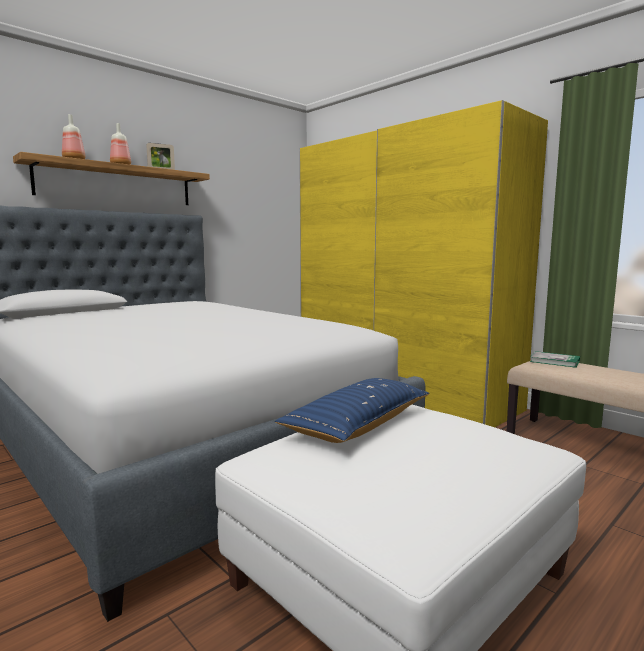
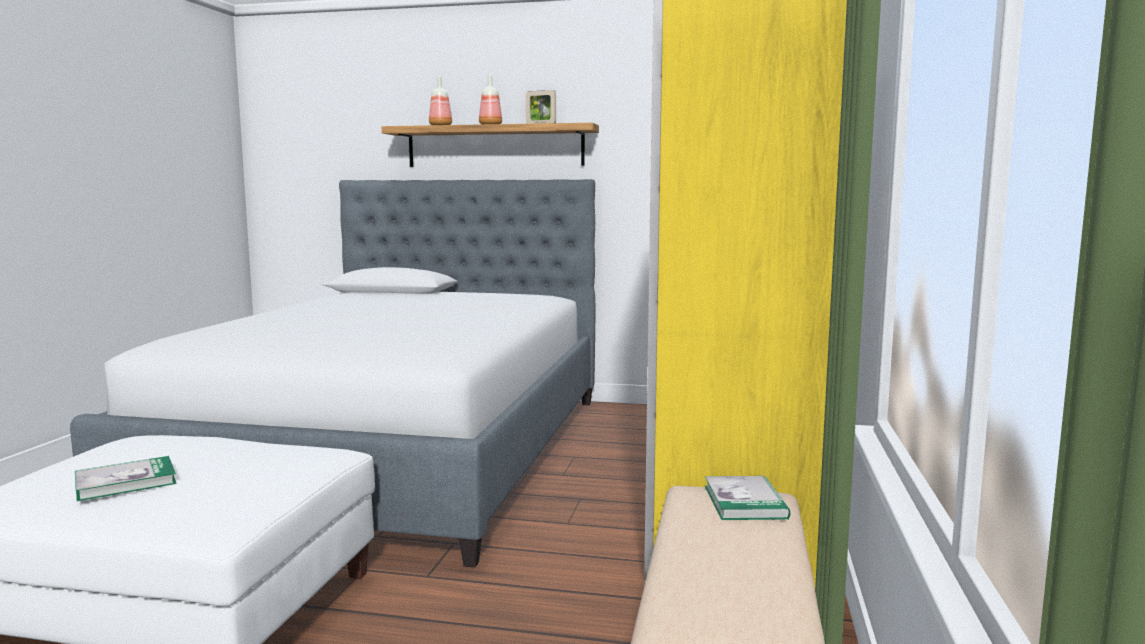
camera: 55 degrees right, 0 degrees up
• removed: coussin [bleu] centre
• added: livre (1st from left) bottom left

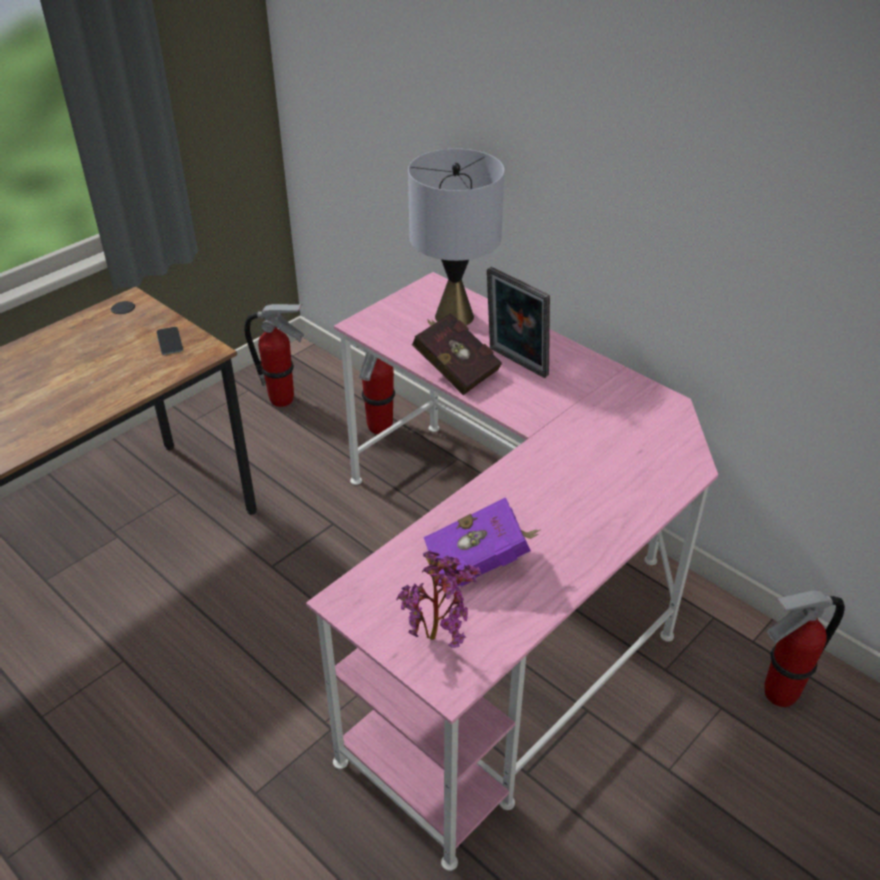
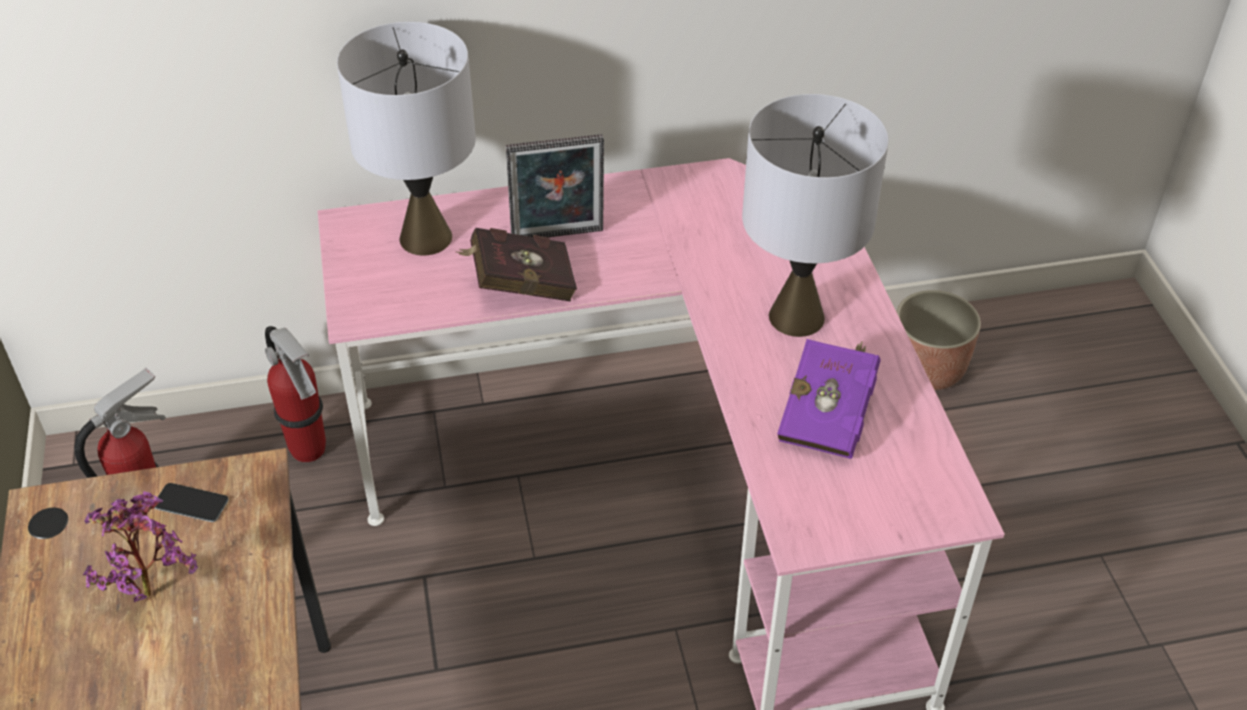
camera: 55 degrees left, 5 degrees up
• moved: plante en pot bottom centre to bottom left
• replaced: extincteur (3rd from left) bottom right to cache-pot middle right
• added: lampe de table [gris] (2nd from left) top centre

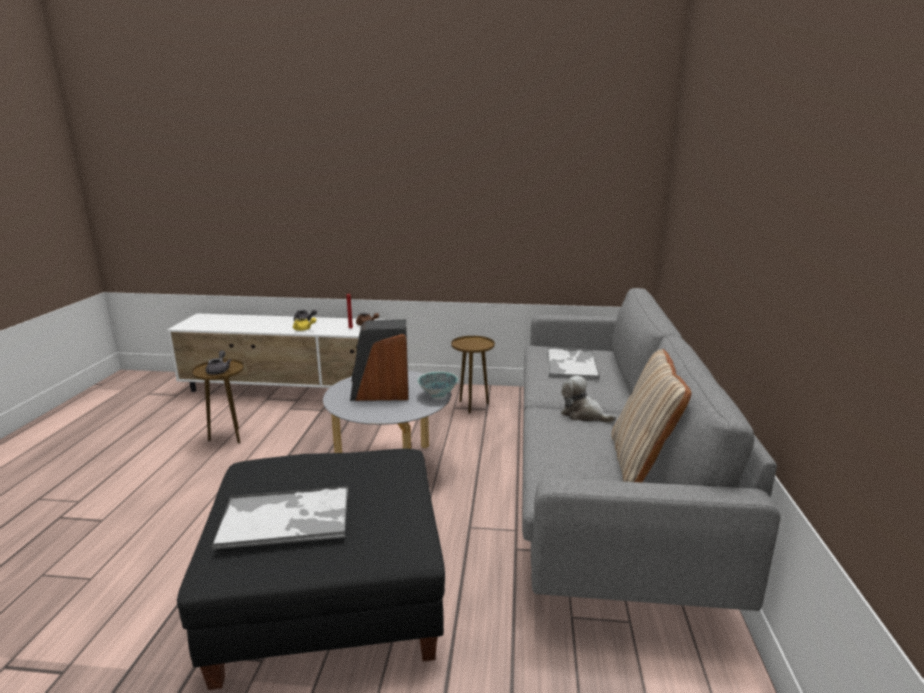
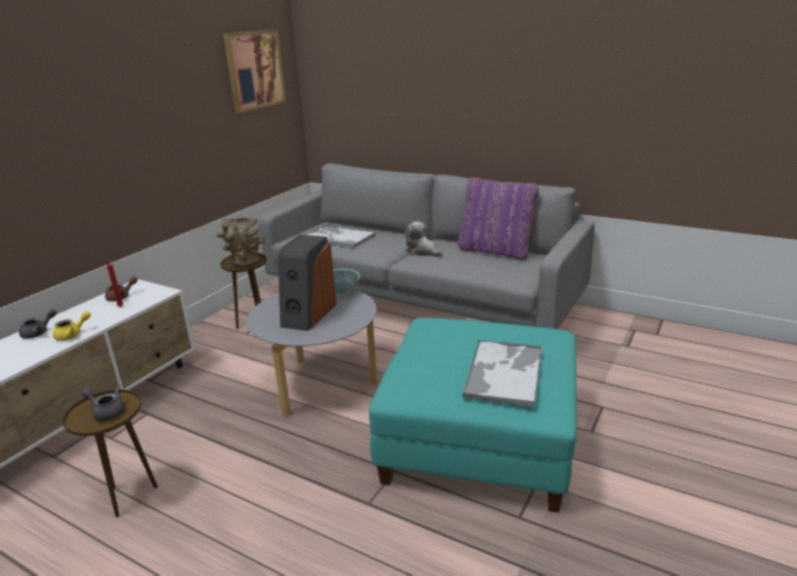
camera: 65 degrees left, 5 degrees up
• recoloured: coussin [beige] middle right to coussin [violet] centre
• turned: peluche centre = centre 75 degrees clockwise
• recoloured: pouf [noir] bottom centre to pouf [turquoise] bottom centre
• added: tableau top left
• added: vase [marron] middle left

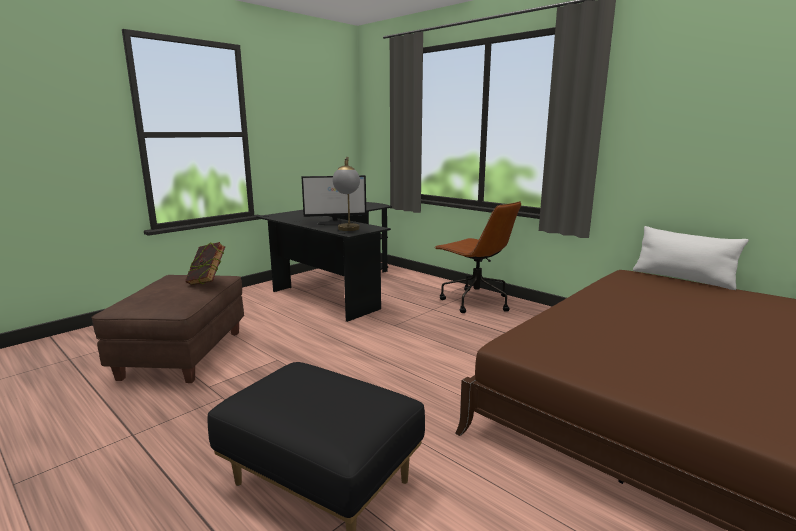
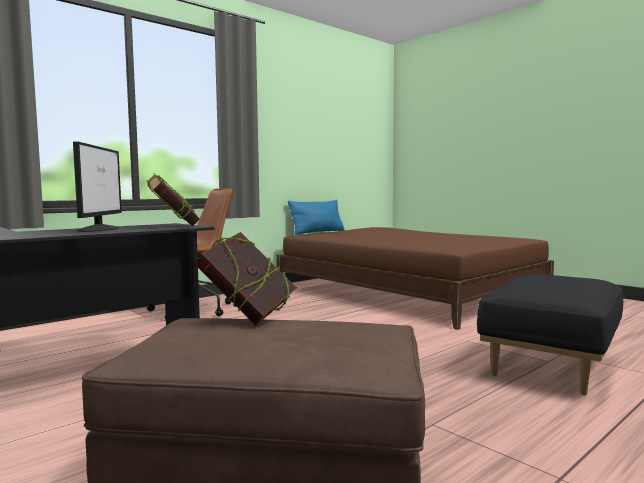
camera: 85 degrees left, 10 degrees down
• replaced: lampe de table centre to livre (1st from left) middle left
• recoloured: coussin [blanc] middle right to coussin [bleu] centre

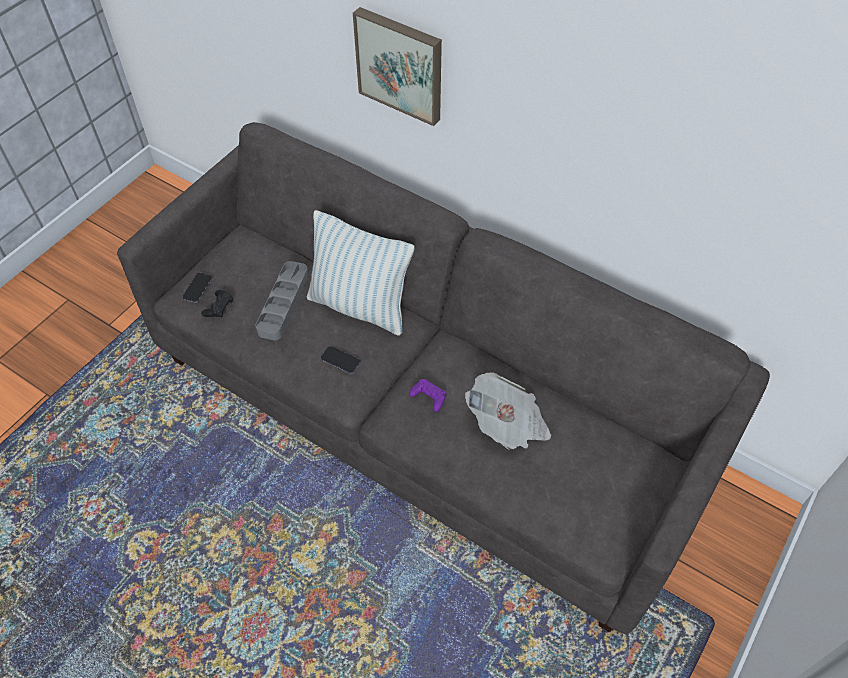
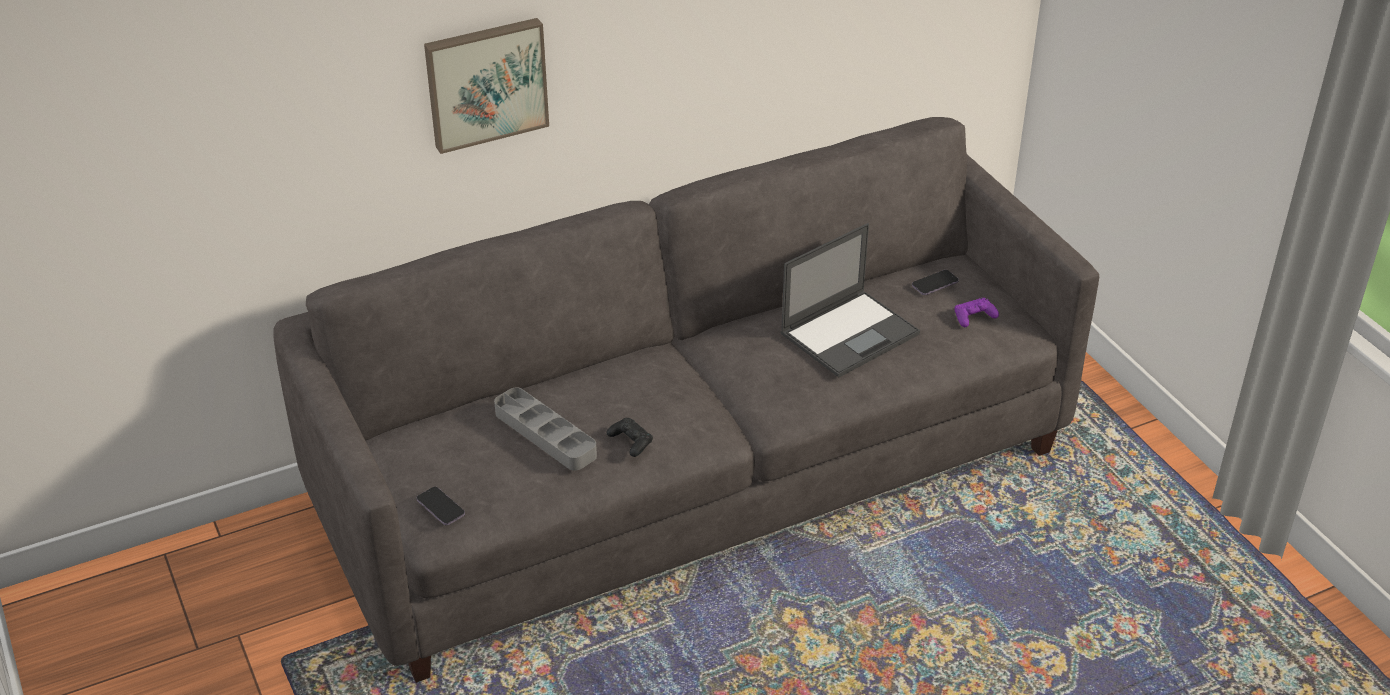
camera: 60 degrees left, 15 degrees down
• removed: coussin centre
• moved: manette [noir] middle left to centre
• moved: téléphone (2nd from left) centre to middle right
• replaced: journal centre to ordinateur portable centre
• moved: manette [violet] centre to middle right

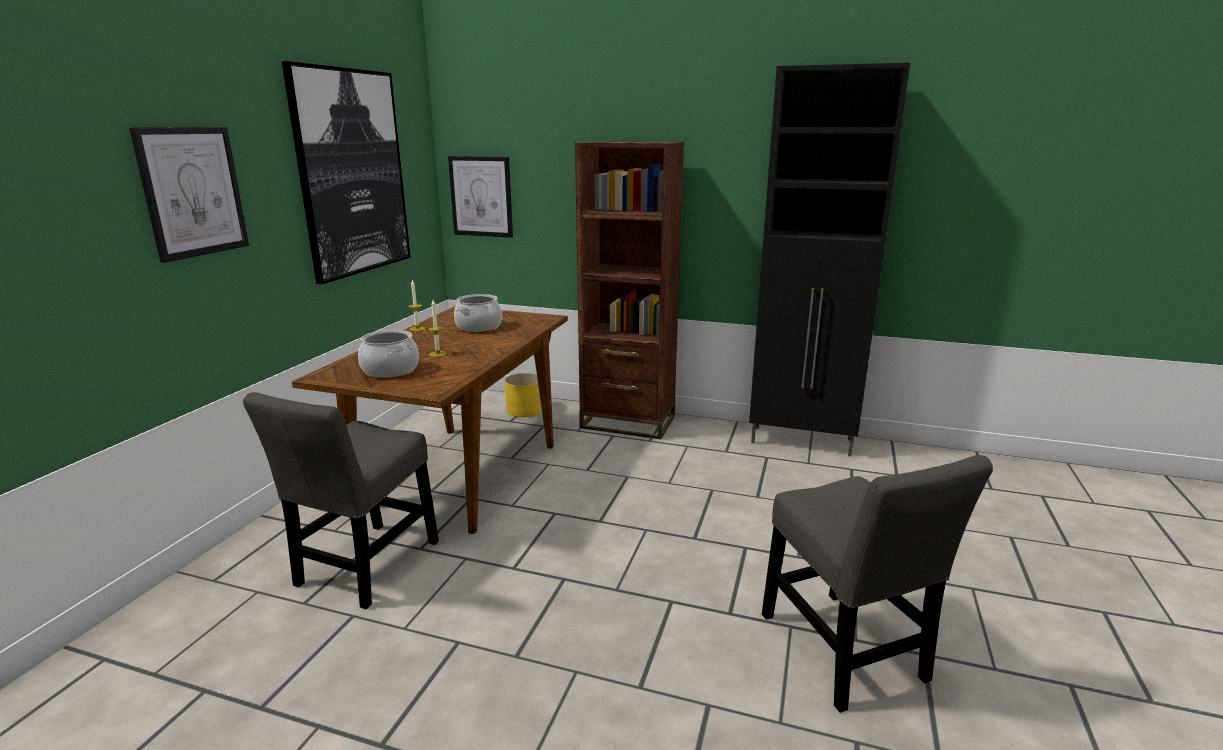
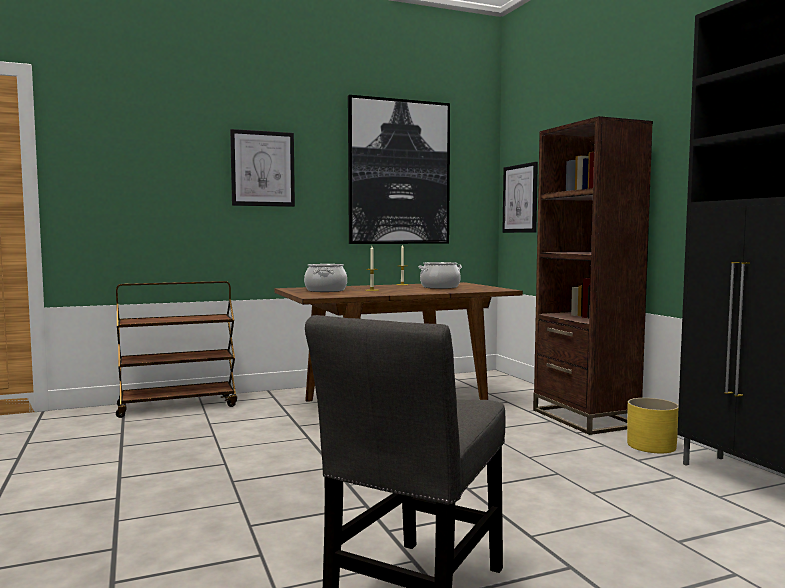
camera: 50 degrees right, 15 degrees down
• moved: cache-pot [jaune] centre to bottom right
• removed: chaise [gris] (1st from left) bottom left
• added: chariot [marron] middle left

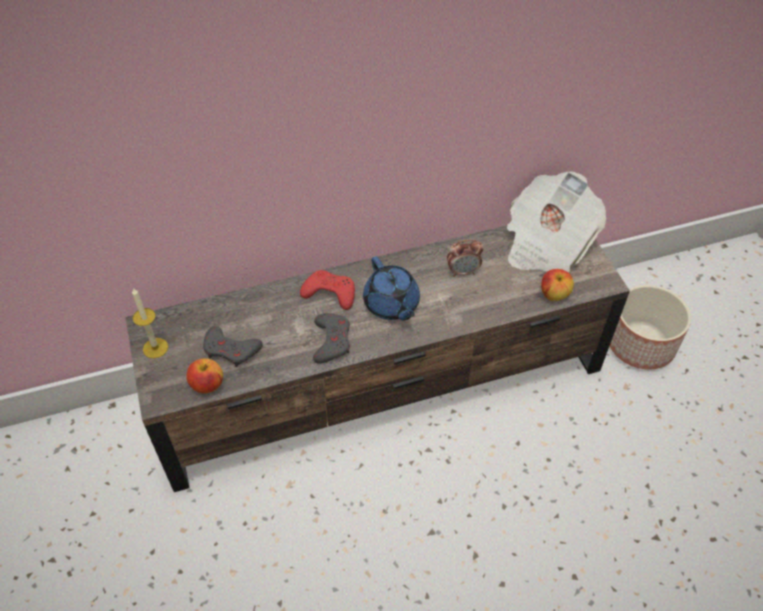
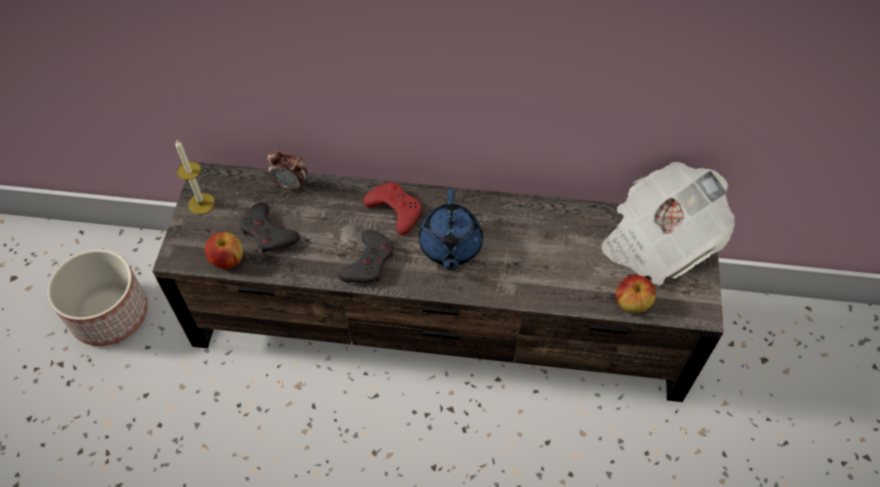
camera: 25 degrees right, 5 degrees up
• moved: réveil centre to middle left
• moved: cache-pot middle right to middle left

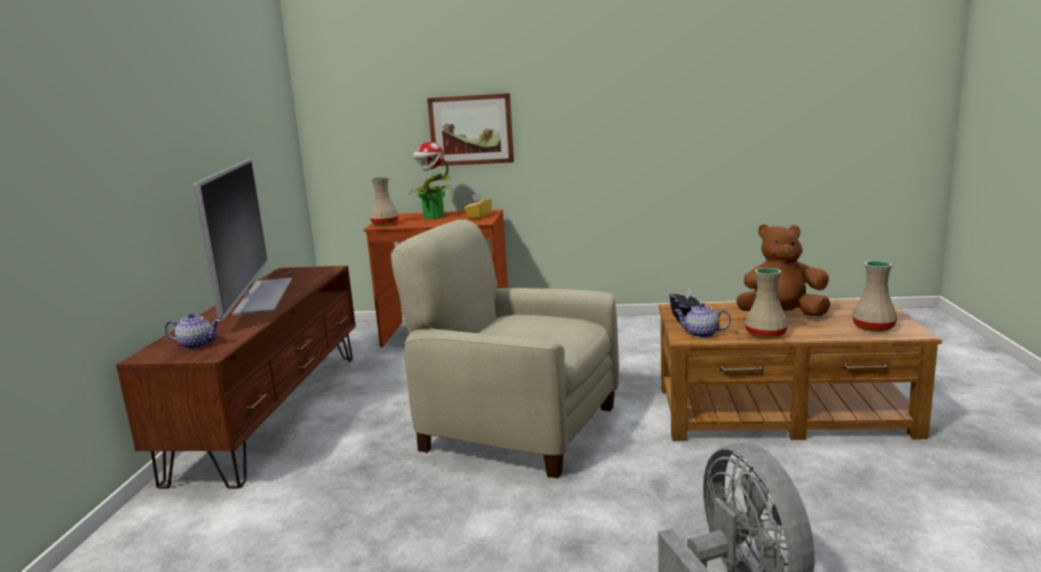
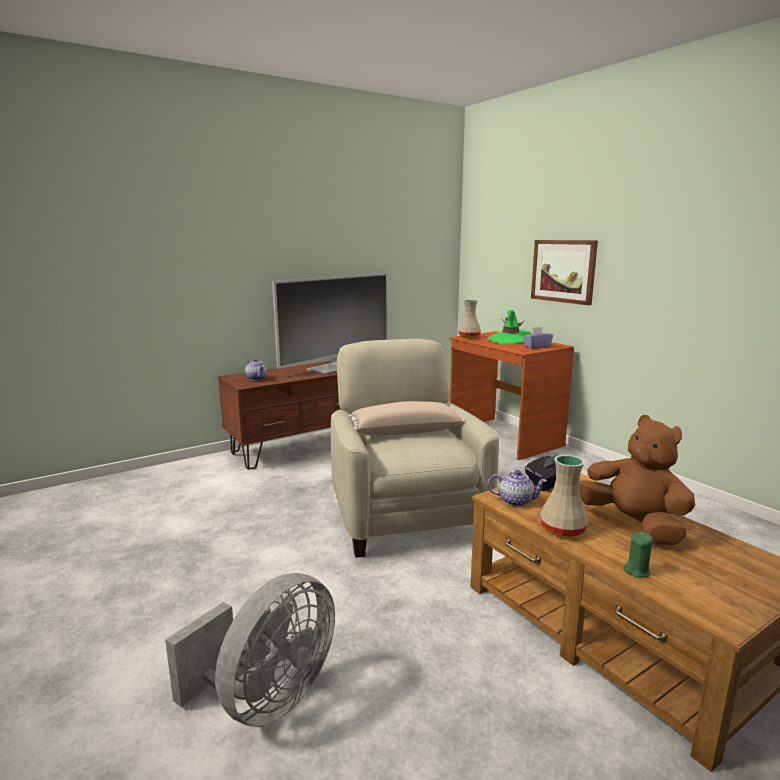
camera: 50 degrees right, 0 degrees up
• replaced: plante en pot top centre to chapeau [vert] centre
• recoloured: boîte à mouchoirs [jaune] centre to boîte à mouchoirs [violet] middle right
• removed: vase [beige] (3rd from left) middle right
• turned: théière (2nd from left) middle right = centre 120 degrees clockwise
• added: coussin [beige] centre
• added: bougie [vert] bottom right

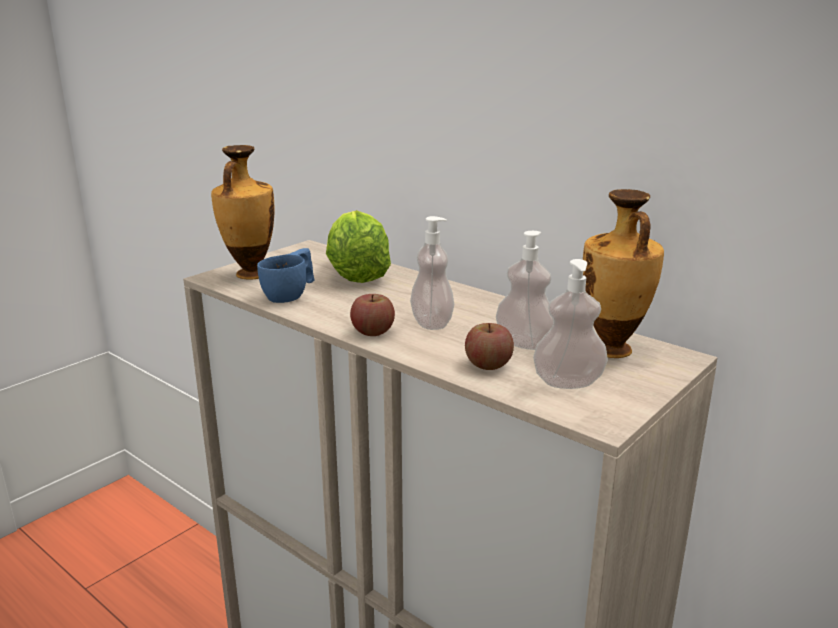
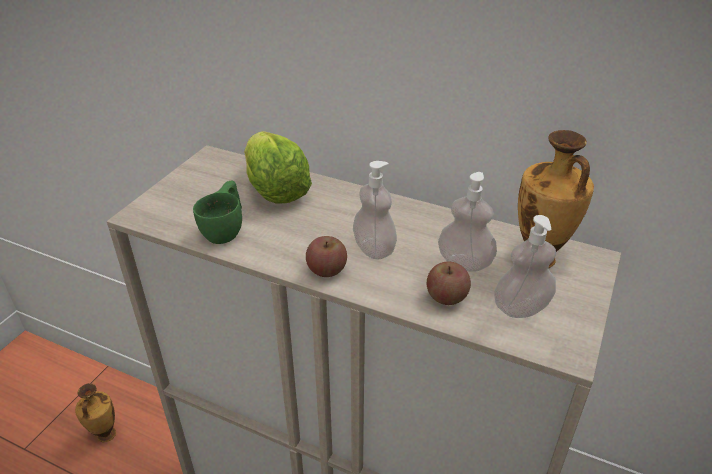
camera: 15 degrees left, 15 degrees up
• moved: vase (1st from left) middle left to bottom left
• recoloured: tasse [bleu] centre to tasse [vert] middle left

